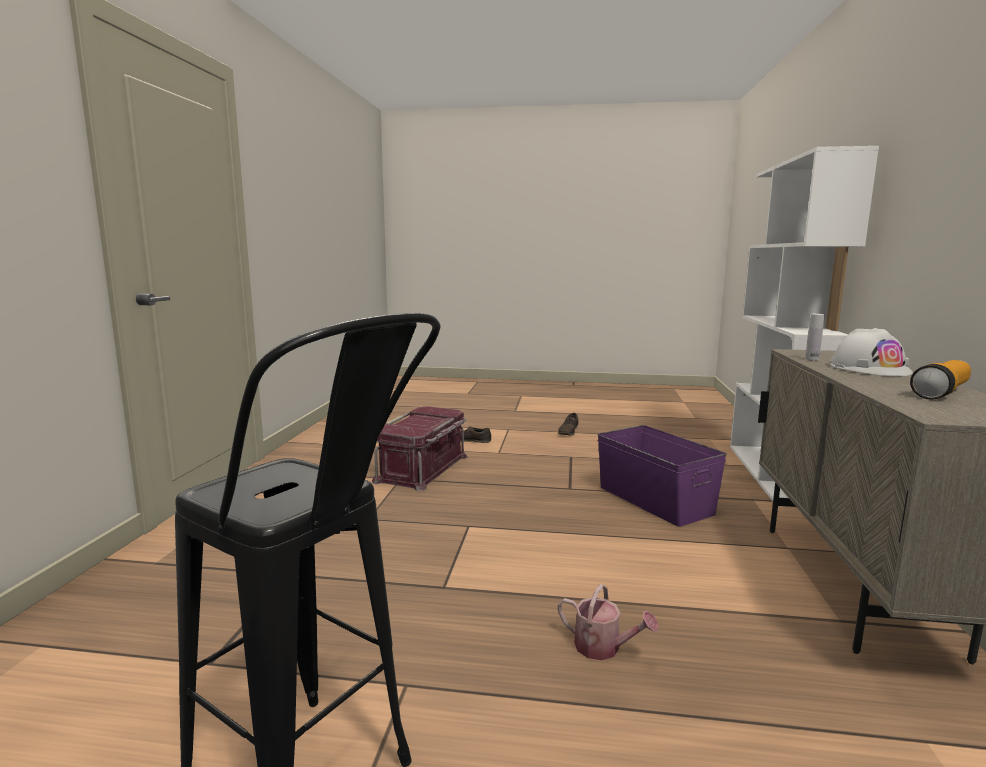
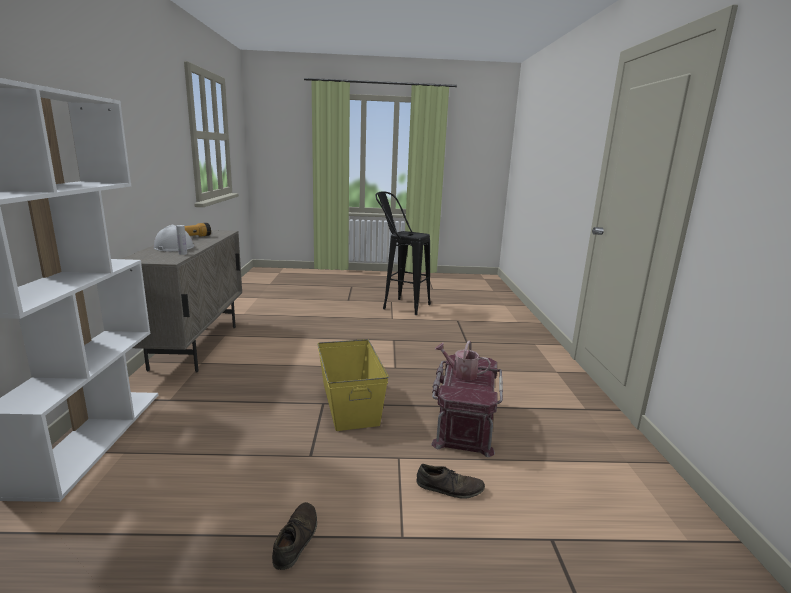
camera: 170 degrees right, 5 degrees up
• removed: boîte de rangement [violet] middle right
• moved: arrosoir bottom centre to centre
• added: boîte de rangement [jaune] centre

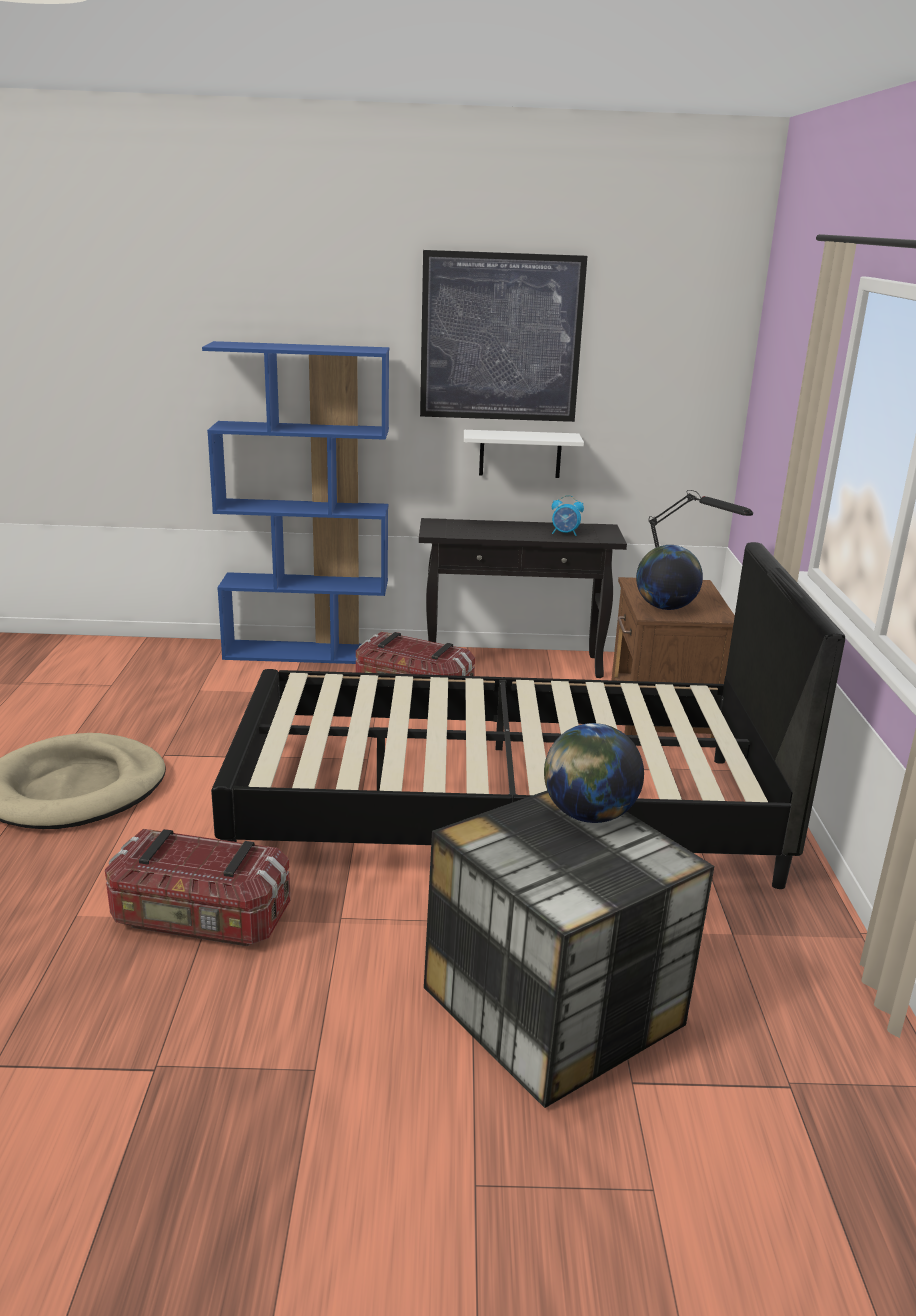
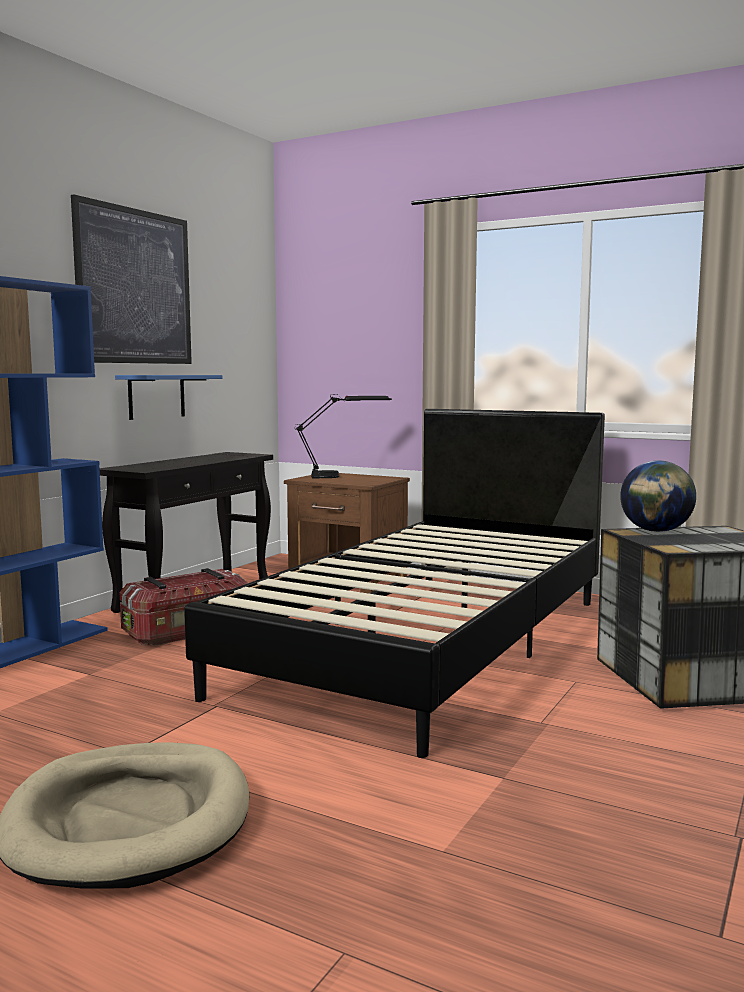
camera: 60 degrees left, 15 degrees down
• recoloured: étagère [blanc] centre to étagère [bleu] middle left
• removed: réveil centre
• removed: globe (2nd from left) middle right
• removed: boîte de rangement (1st from left) bottom left

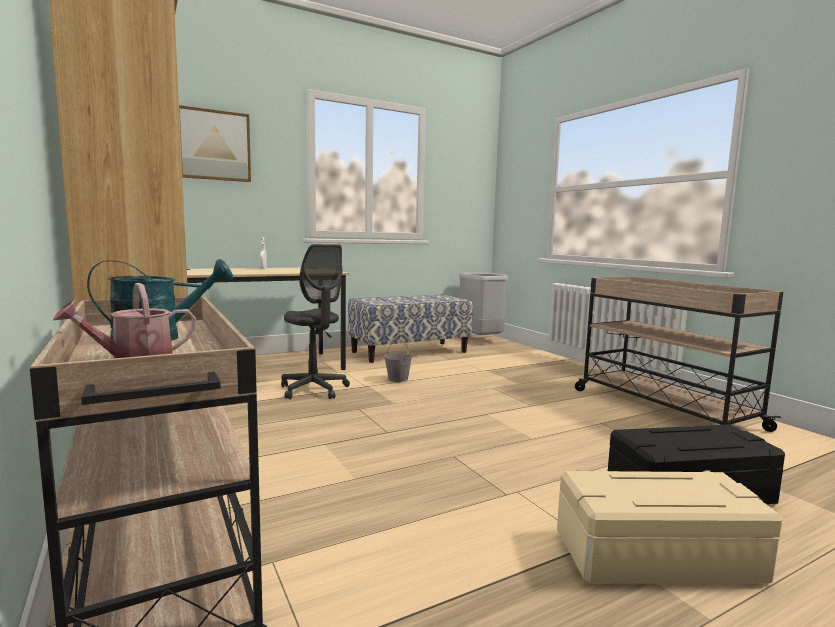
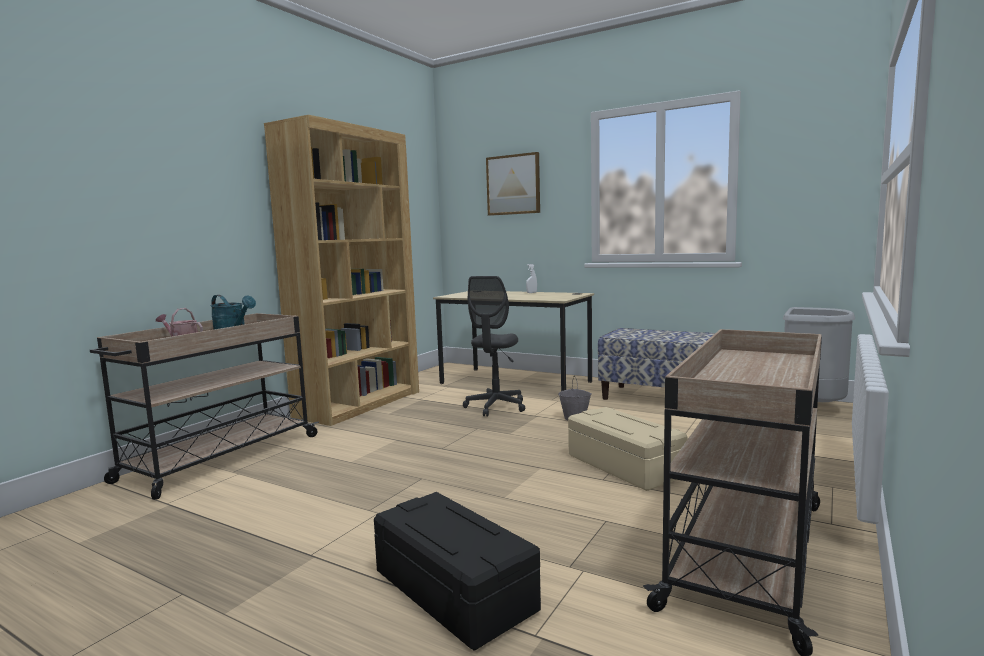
camera: 60 degrees right, 0 degrees up
• moved: boîte de rangement [beige] bottom right to bottom centre

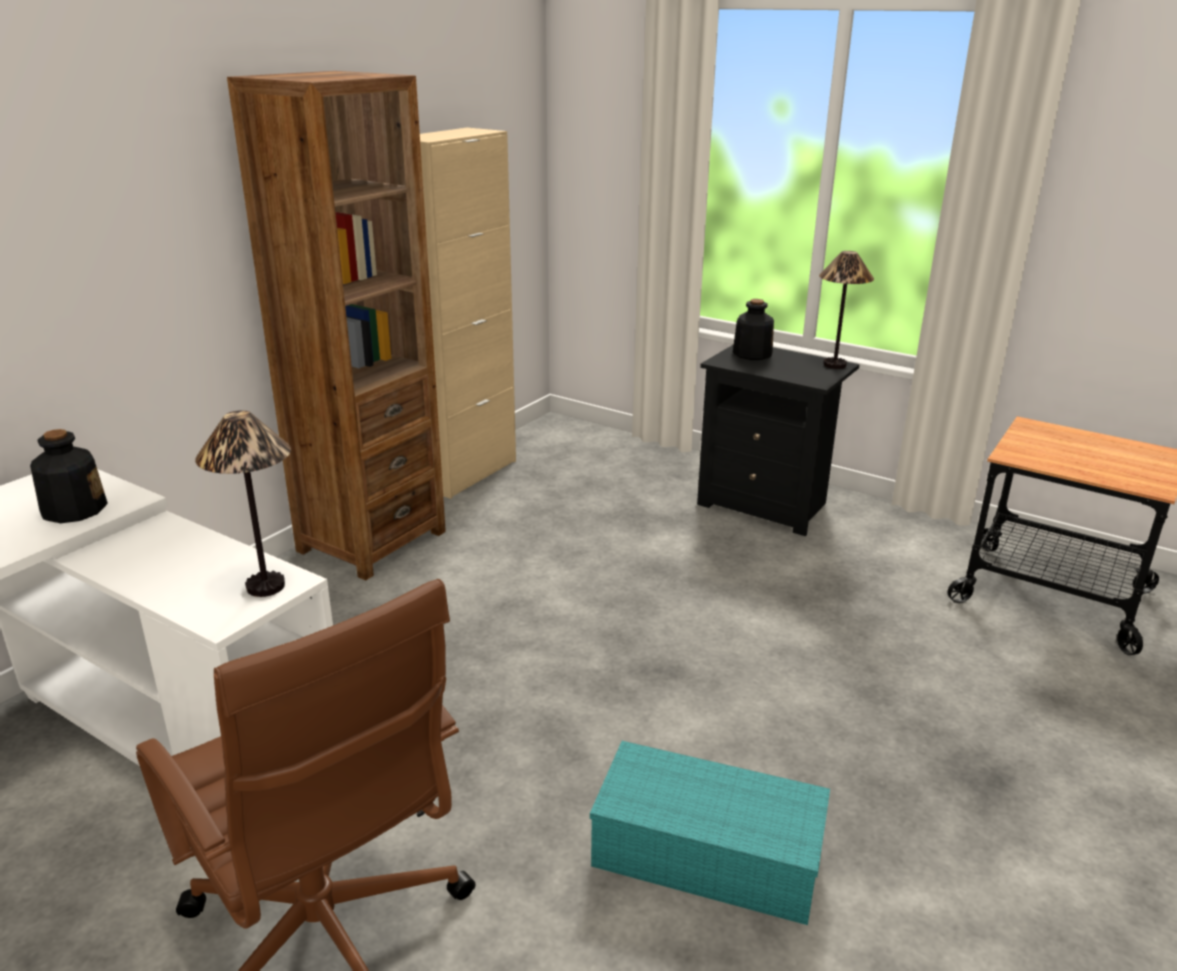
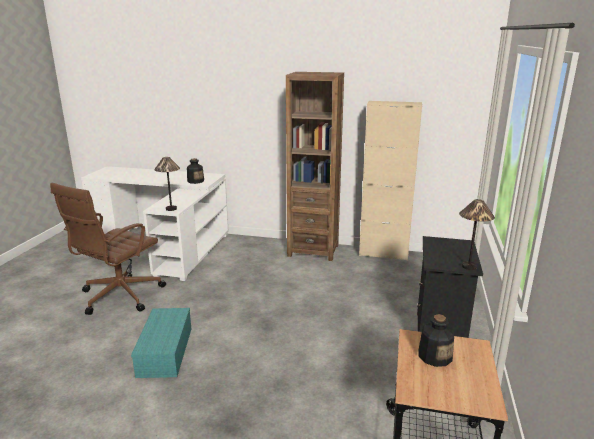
camera: 70 degrees right, 5 degrees down
• moved: bouteille (2nd from left) centre to bottom right

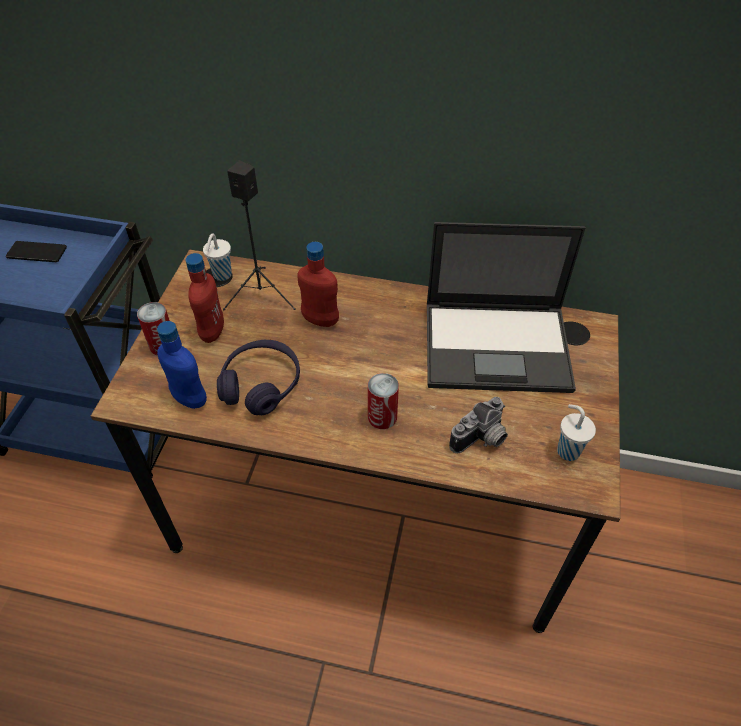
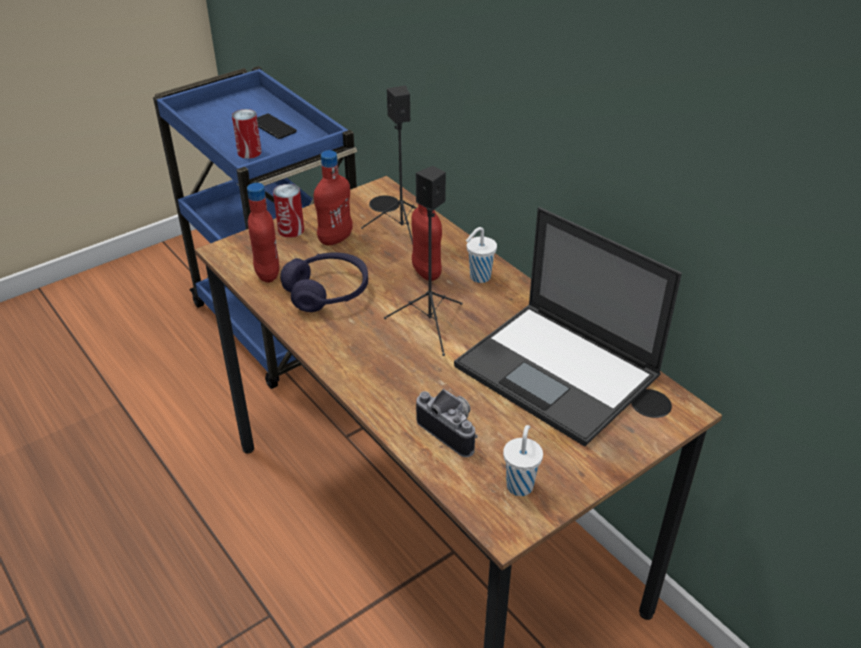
camera: 40 degrees right, 10 degrees down
• moved: tasse [blanc] (1st from left) middle left to centre
• recoloured: bouteille [bleu] middle left to bouteille [rouge] (1st from left) middle left
• moved: boîte métallique (2nd from left in the first image) centre to boîte métallique (1st from left) top left
• turned: appareil photo centre = centre 135 degrees counterclockwise
• added: enceinte [noir] (2nd from left) centre

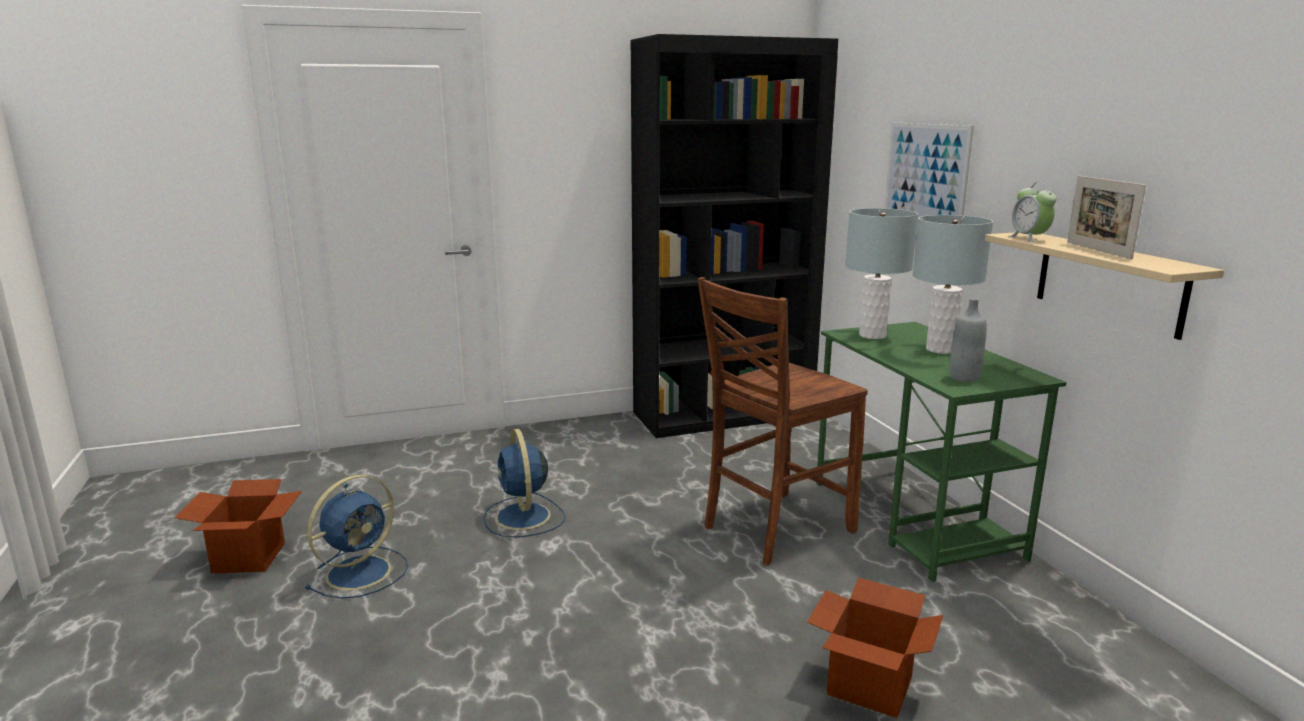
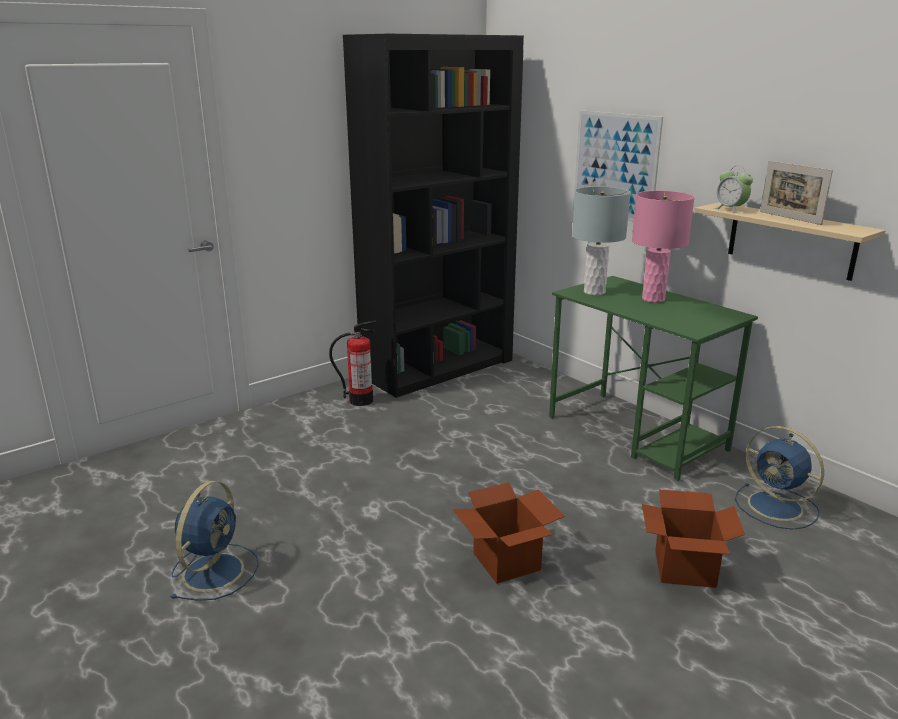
camera: 20 degrees left, 5 degrees up
• recoloured: lampe de table [gris] (2nd from left) middle right to lampe de table [rose] middle right
• removed: chaise [marron] centre
• removed: bouteille [gris] middle right
• moved: ventilateur [bleu] (2nd from left) bottom centre to middle right
• moved: carton (1st from left) bottom left to bottom centre
• added: extincteur centre

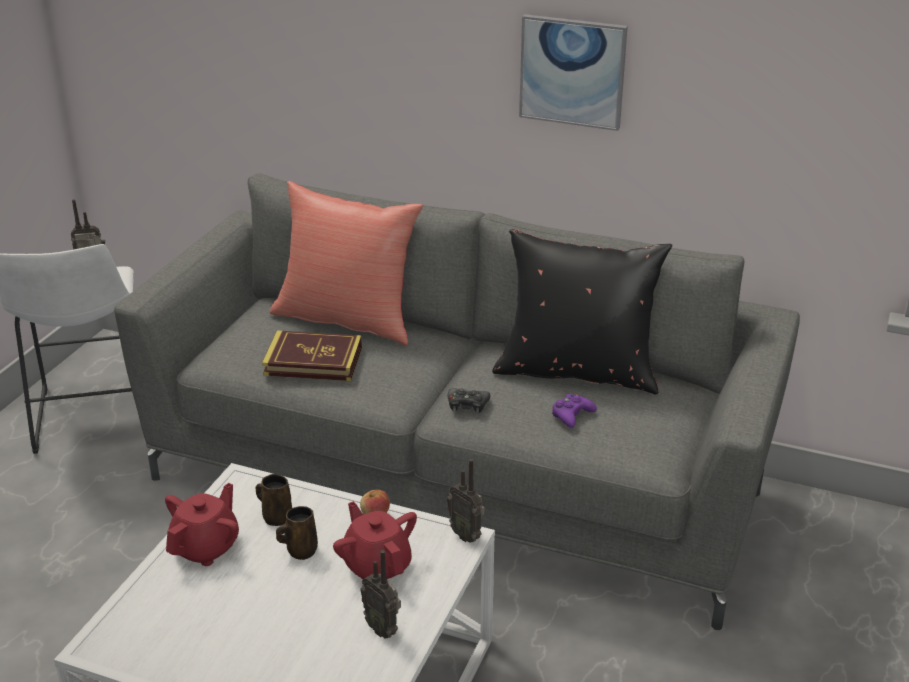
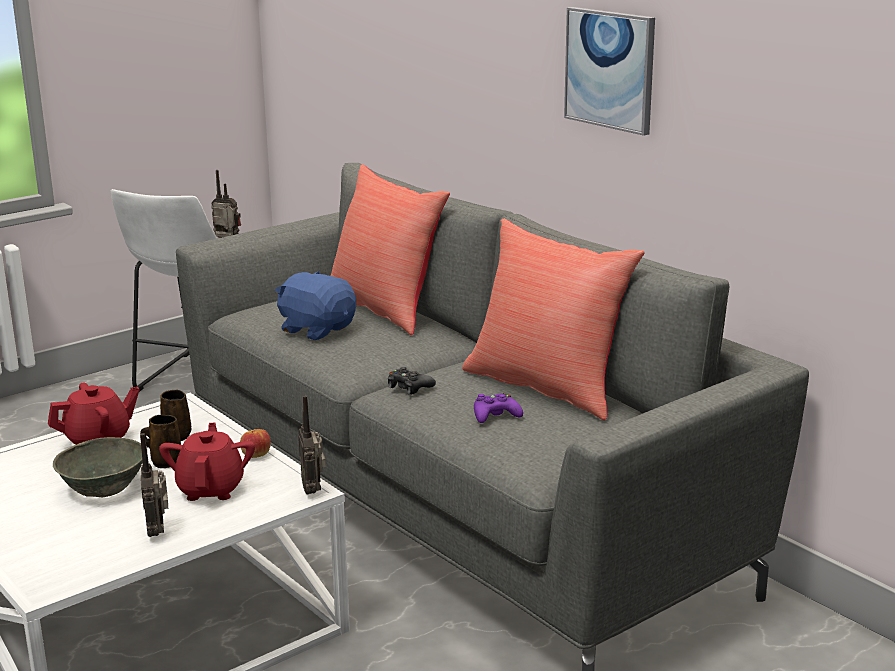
camera: 30 degrees right, 10 degrees down
• recoloured: coussin [noir] centre to coussin [rouge] (2nd from left) centre
• replaced: livre centre to peluche [bleu] centre
• added: bol [gris] bottom left

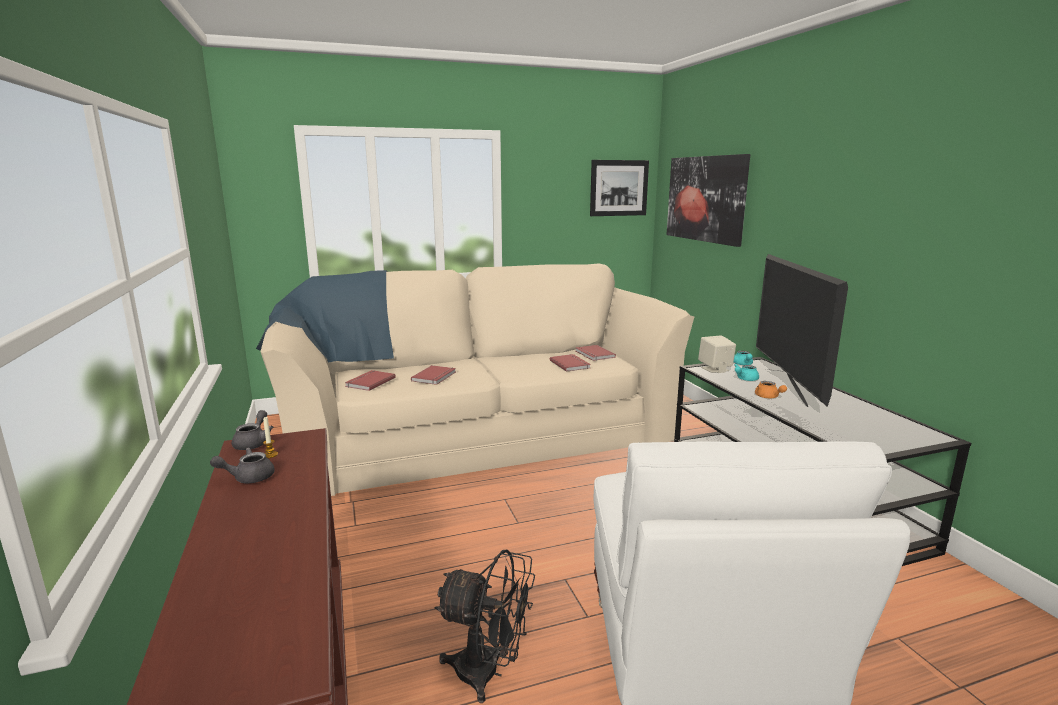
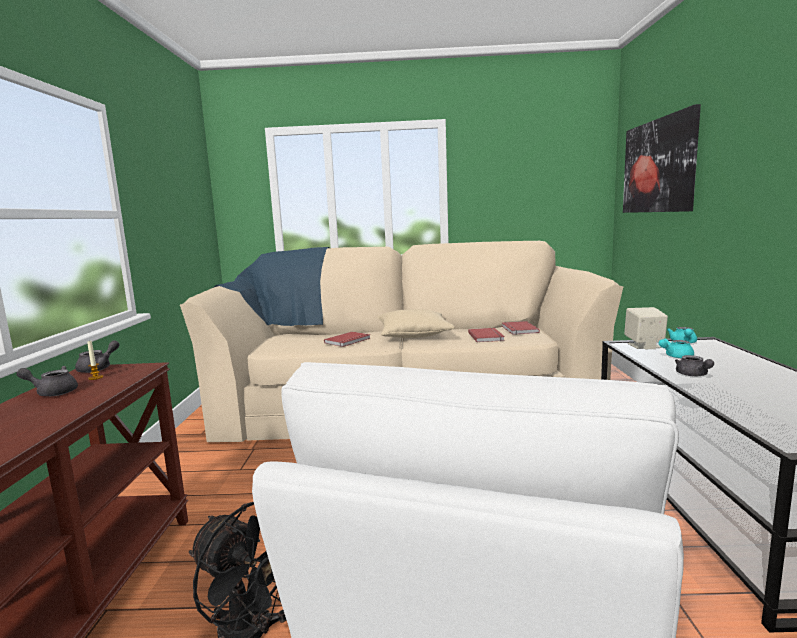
camera: 20 degrees right, 5 degrees down
• removed: tableau (1st from left) top centre
• removed: téléviseur middle right
• removed: livre [rouge] (1st from left) centre
• recoloured: théière [orange] middle right to théière [gris] (3rd from left) middle right
• added: coussin [beige] centre

